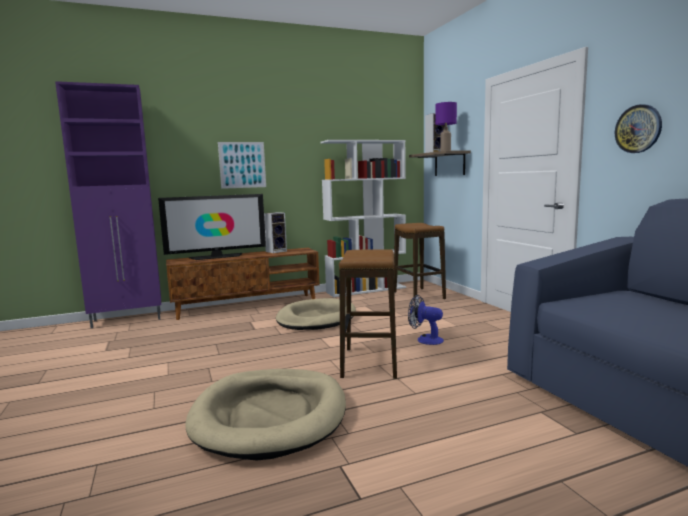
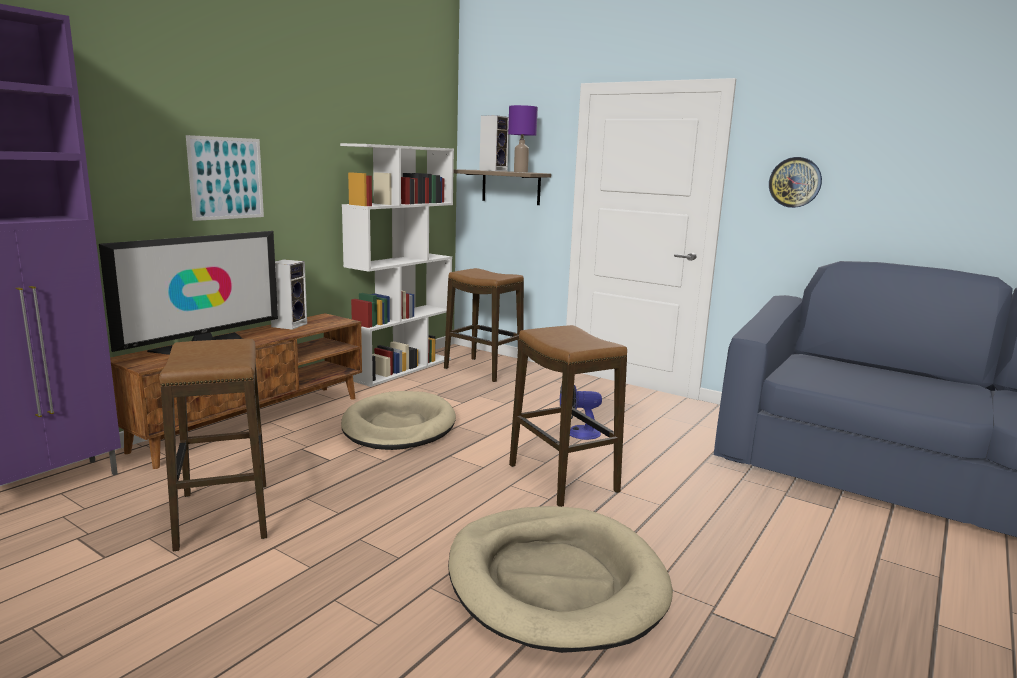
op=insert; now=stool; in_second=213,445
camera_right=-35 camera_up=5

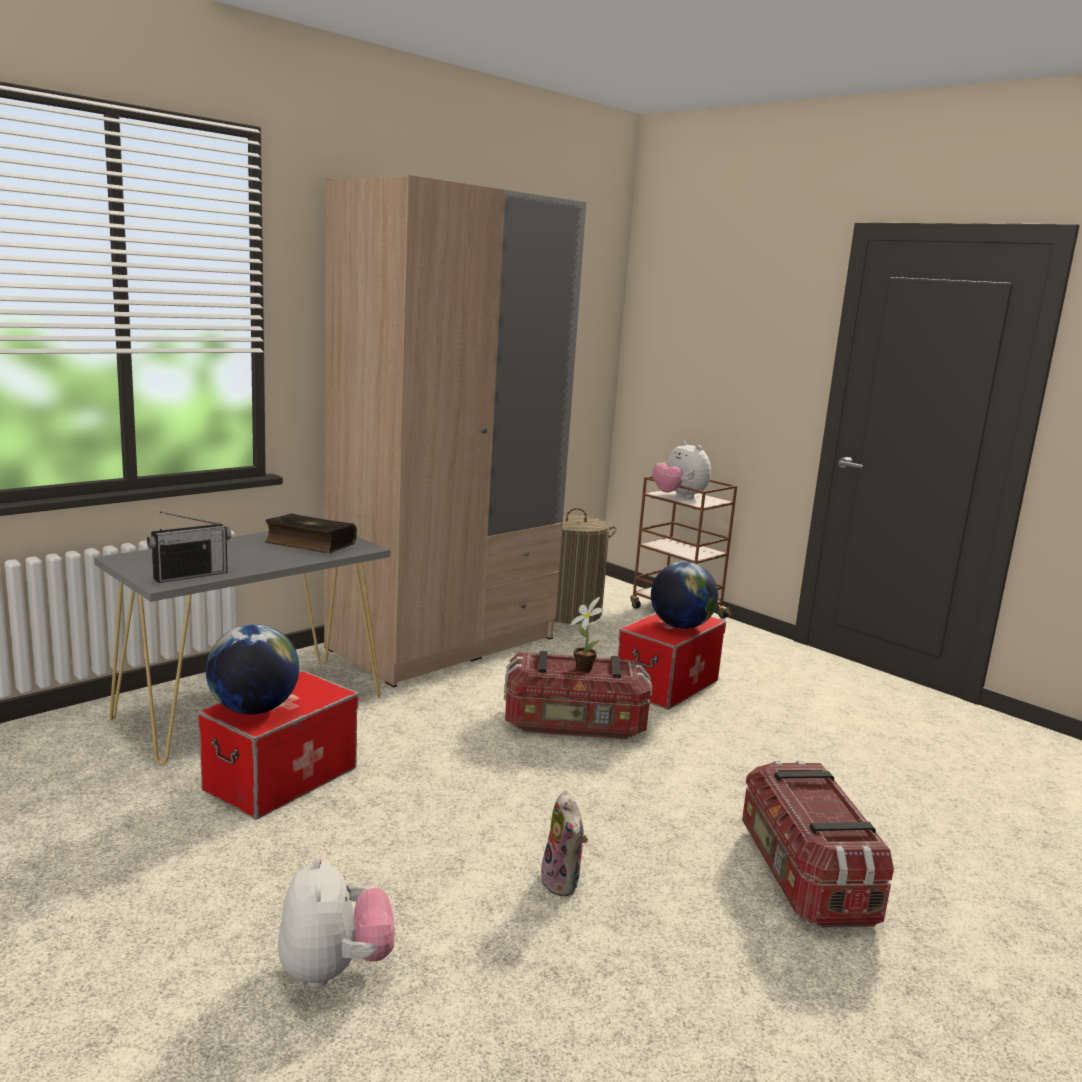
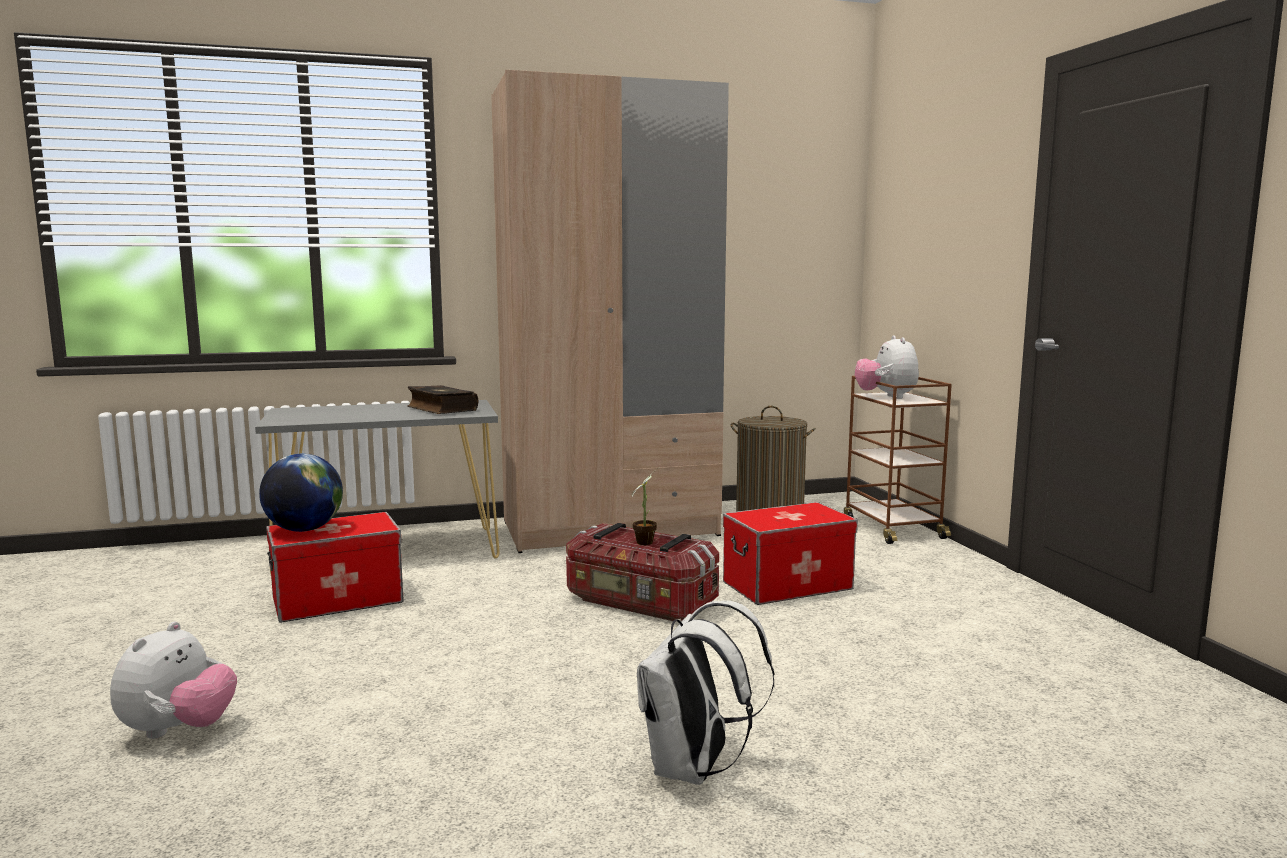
op=replace; was=storage box; now=backpack (white); in_first=818,844; in_second=705,692
op=delete; was=radio; in_first=189,547
op=delete; was=plush toy; in_first=564,843
op=delete; was=globe; in_first=684,595
camera_right=30 camera_up=-5

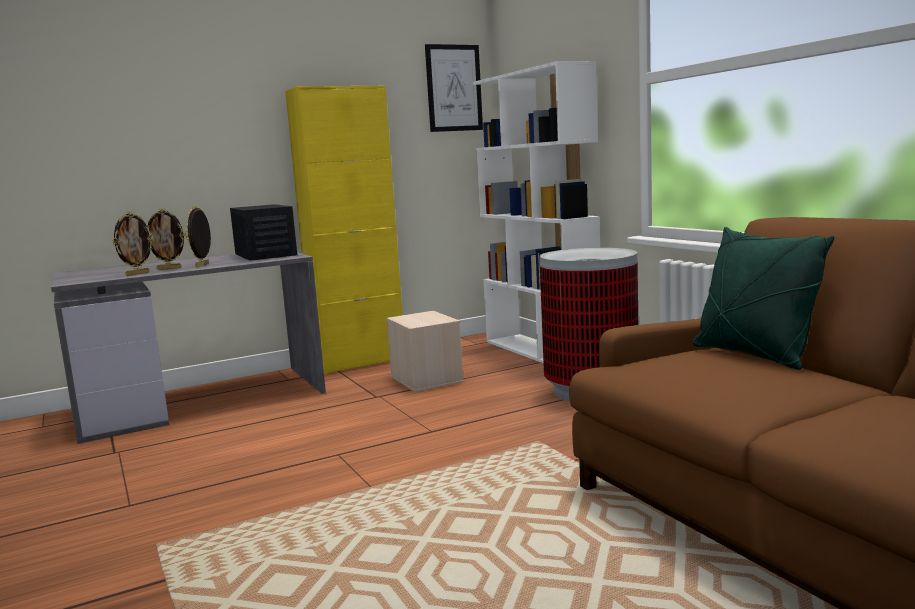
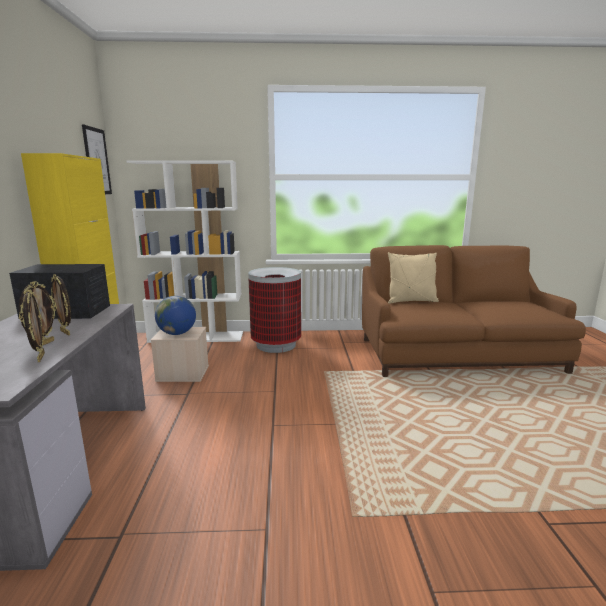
op=insert; now=globe; in_second=175,315
op=recolor; was=pillow (green); now=pillow (beige); in_first=764,298; in_second=413,278
camera_right=-65 camera_up=5

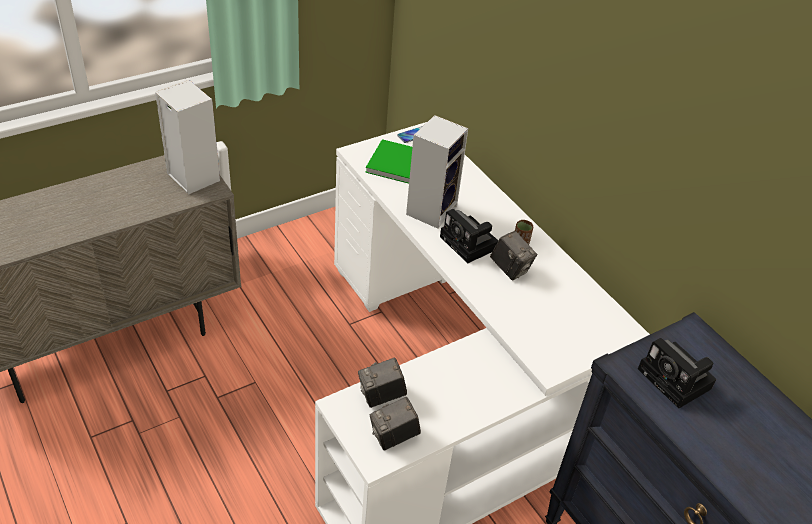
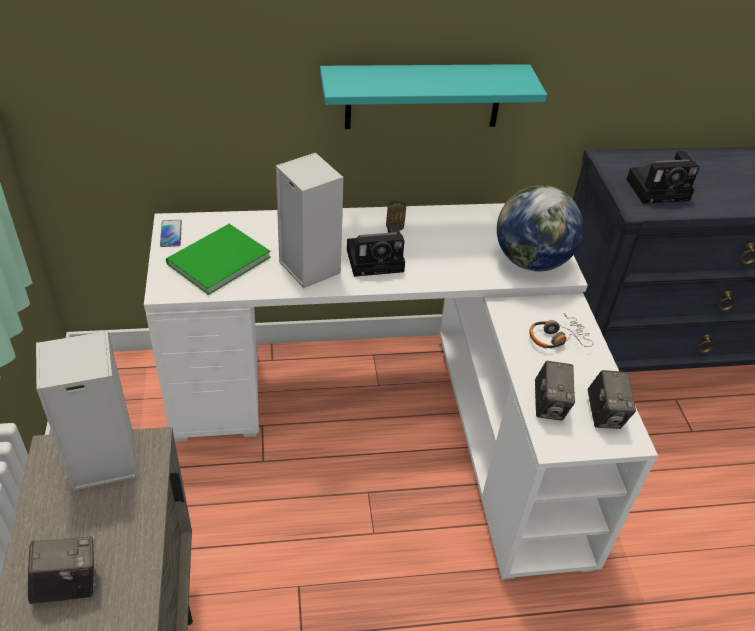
op=move; was=photo camera; in_first=513,255; in_second=62,570
op=insert; now=shelf (turquoise); in_second=433,96
op=insert; now=globe; in_second=540,228
op=insert; now=headphones; in_second=561,330
camera_right=-65 camera_up=0

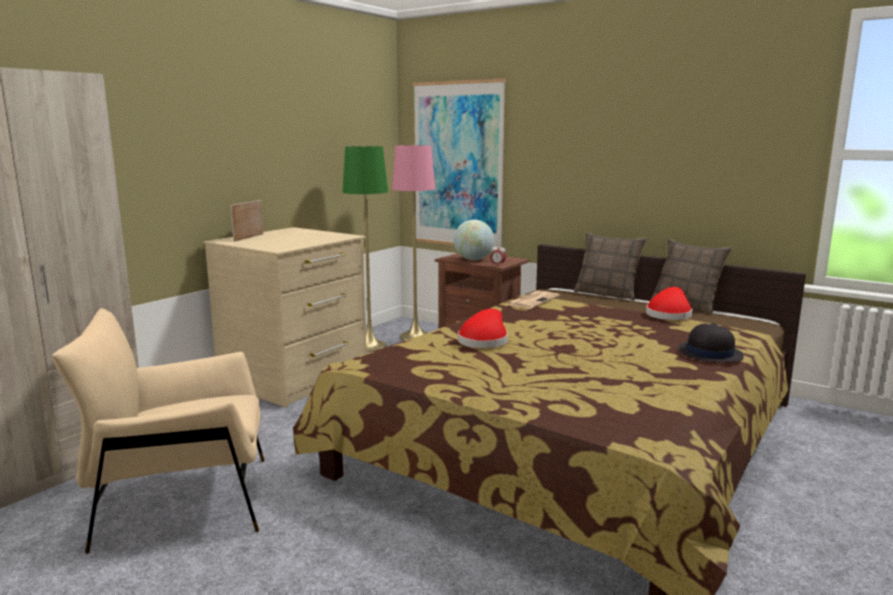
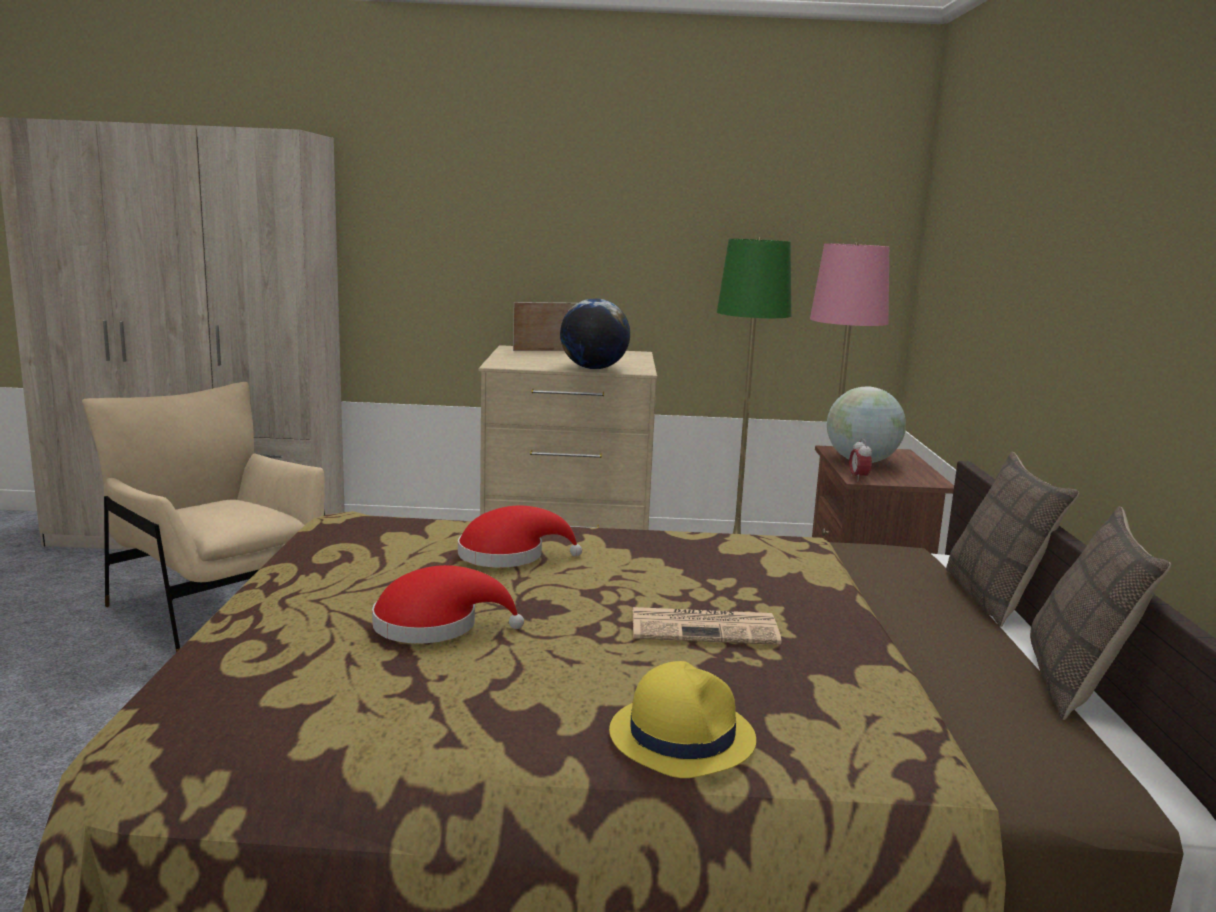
op=move; was=hat (red); in_first=669,303; in_second=448,604
op=insert; now=globe; in_second=595,333
op=recolor; was=hat (black); now=hat (yellow); in_first=711,342; in_second=682,719
op=move; was=newspaper; in_first=532,300; in_second=707,626
op=delete; was=picture; in_first=459,164
camera_right=55 camera_up=0

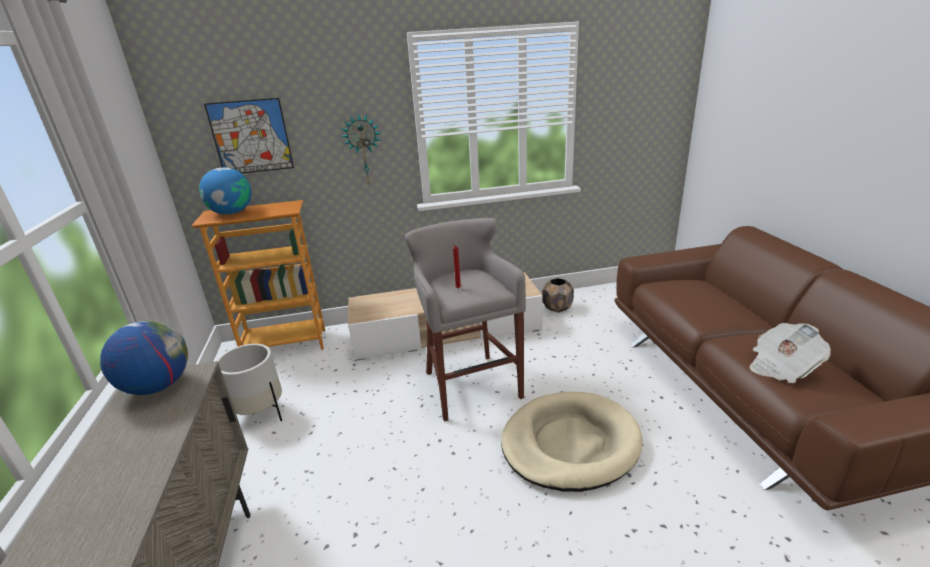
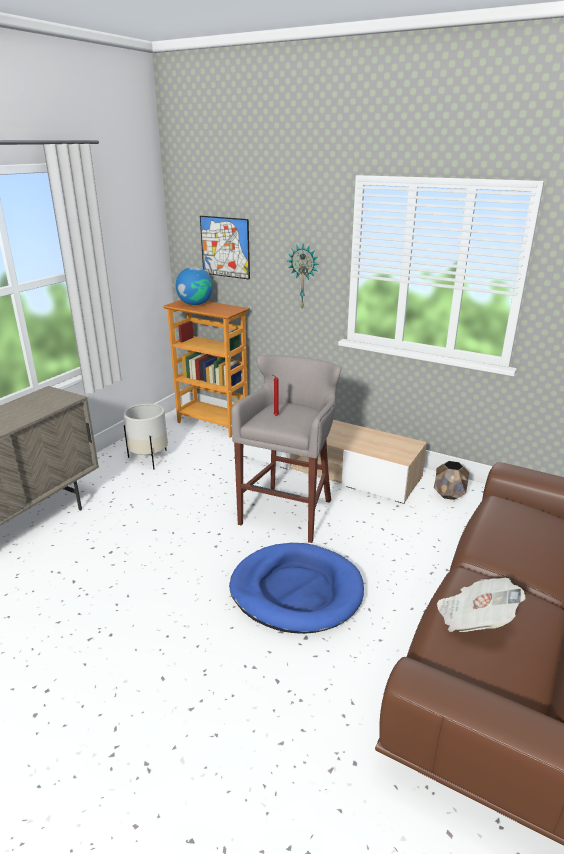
op=recolor; was=dog bed (beige); now=dog bed (blue); in_first=572,442; in_second=296,588
op=delete; was=globe; in_first=144,357
camera_right=40 camera_up=0

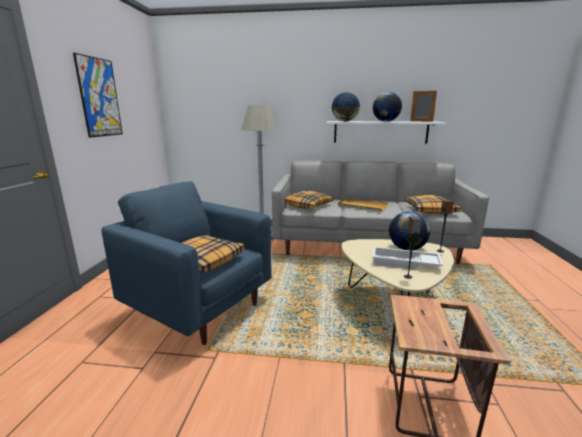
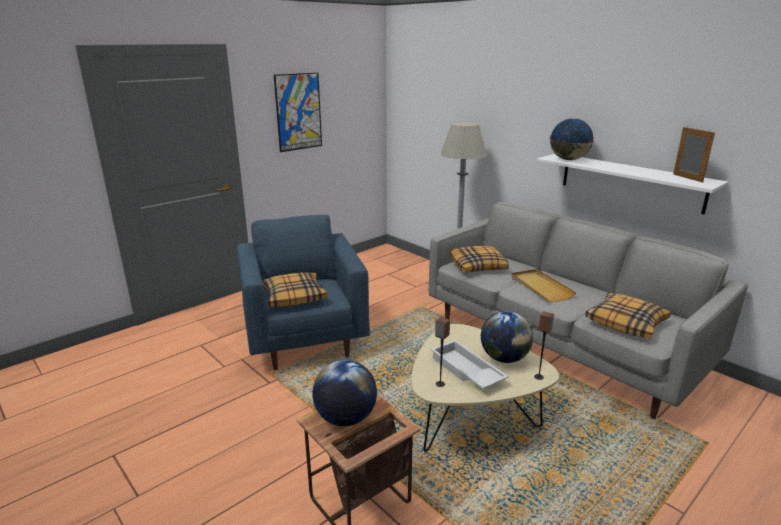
op=move; was=globe; in_first=387,107; in_second=344,393
camera_right=40 camera_up=5

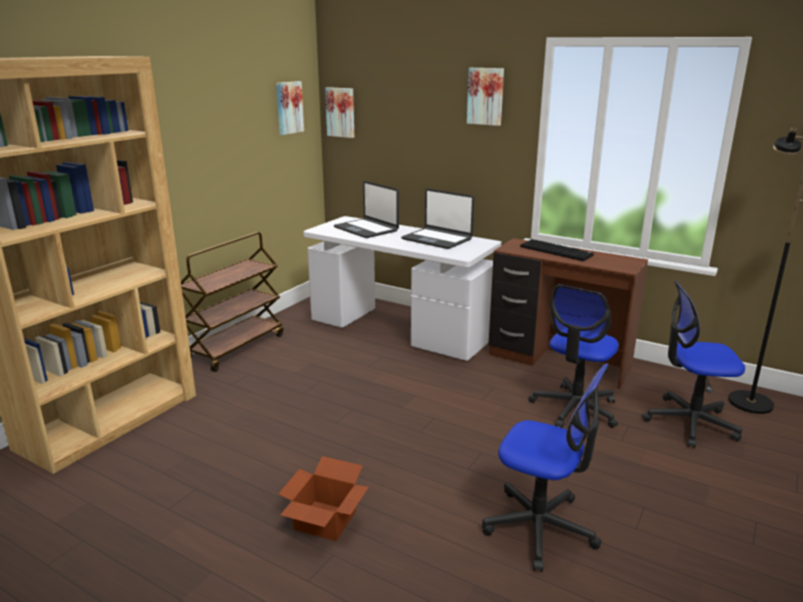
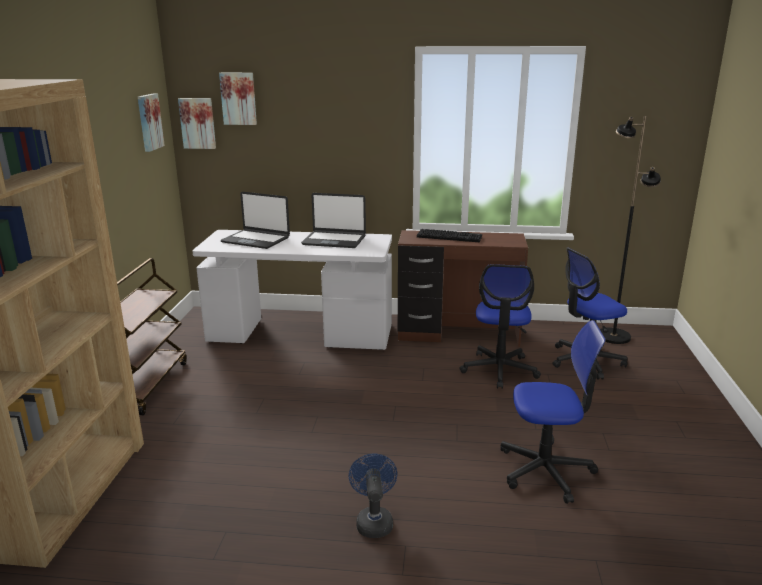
op=move; was=picture; in_first=485,97; in_second=238,99
op=replace; was=cardboard box; now=fan (blue); in_first=324,498; in_second=373,495
camera_right=-25 camera_up=0

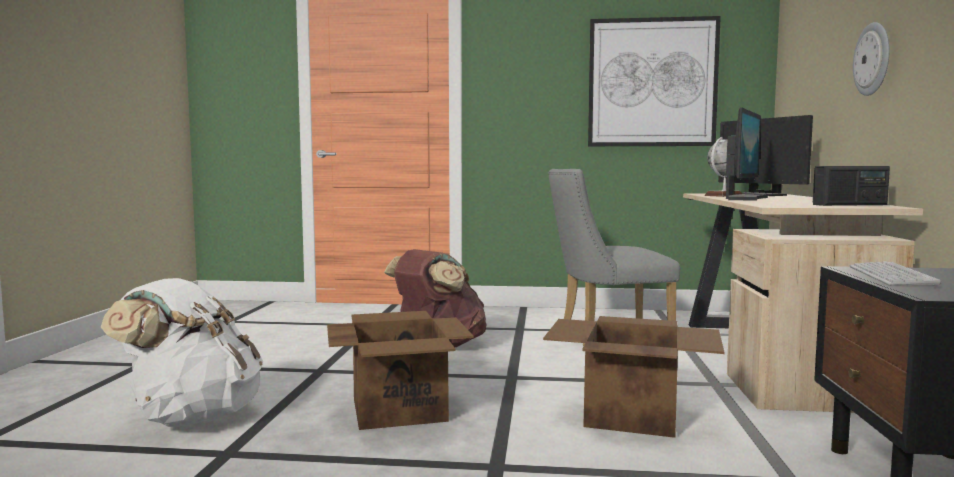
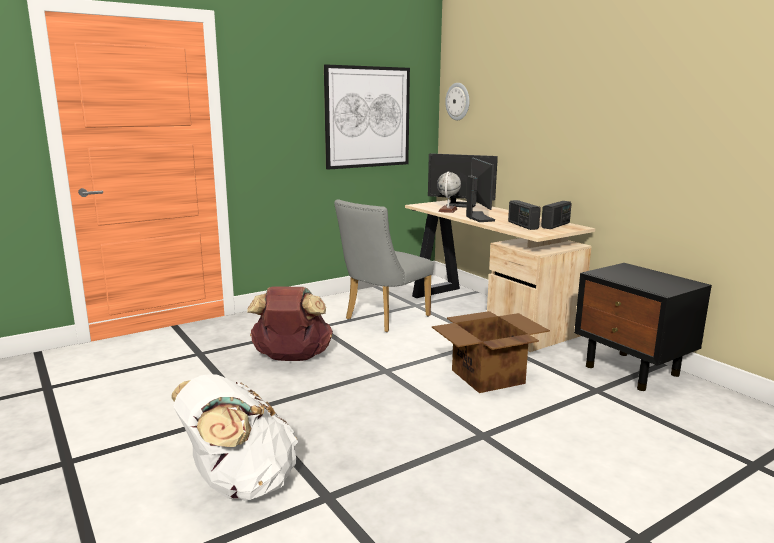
op=move; was=wall clock; in_first=871,59; in_second=457,101
op=insert; now=radio; in_second=524,215
op=delete; was=cardboard box; in_first=400,370
op=delete; was=keyboard; in_first=895,273
camera_right=-40 camera_up=10

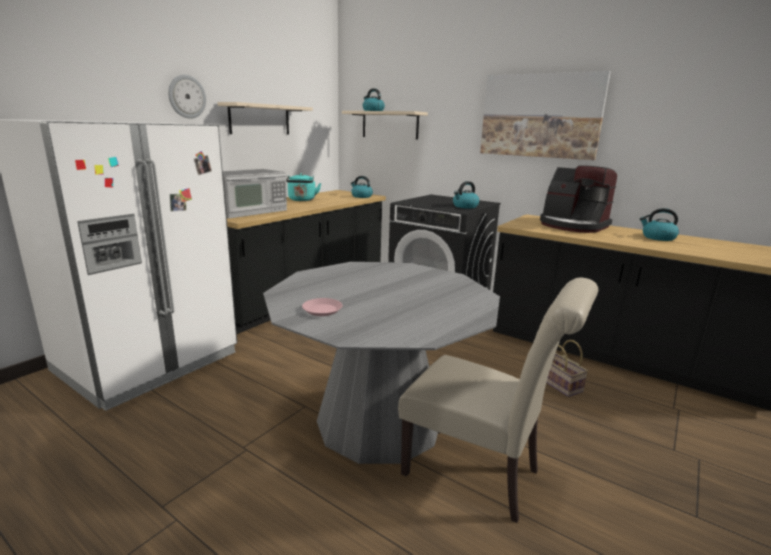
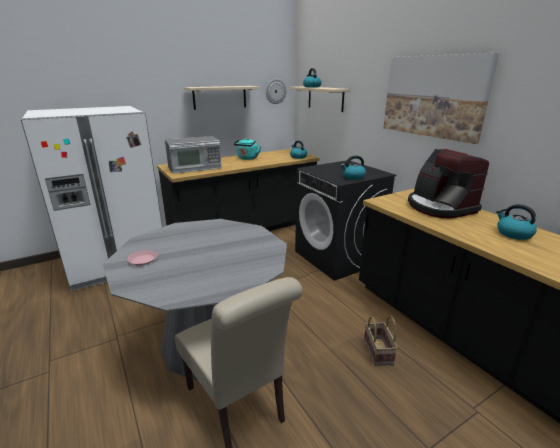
op=move; was=wall clock; in_first=187,97; in_second=276,91
camera_right=25 camera_up=5

